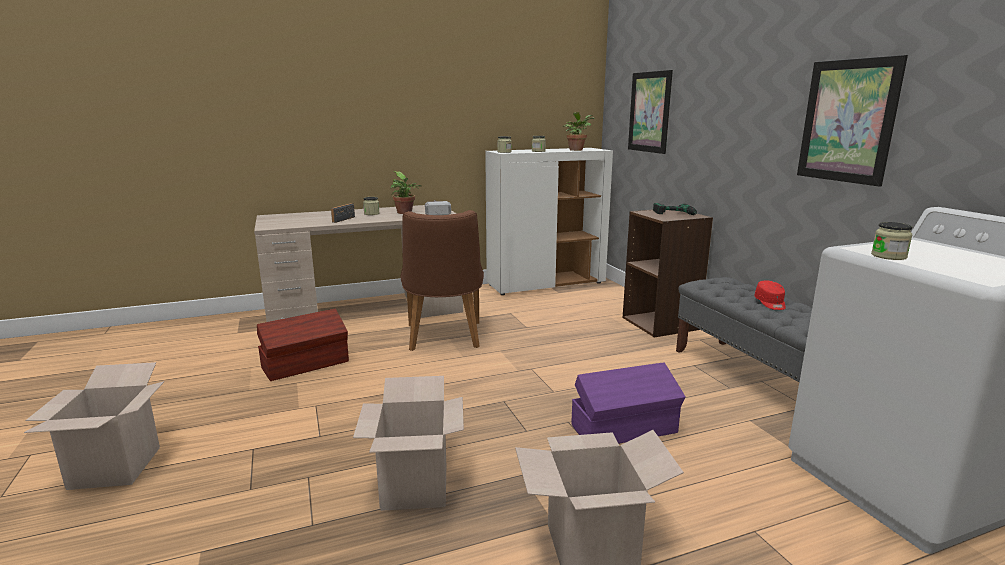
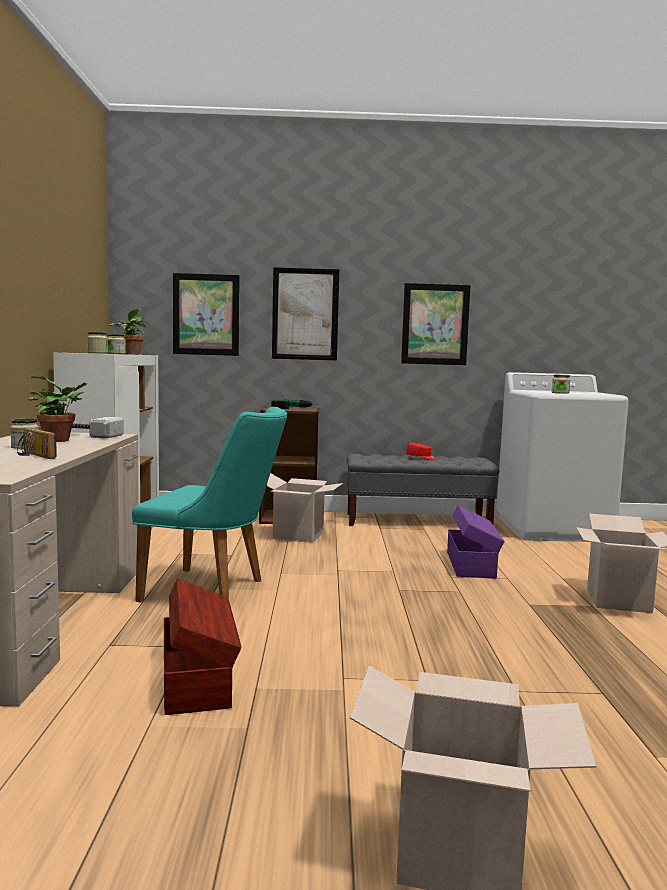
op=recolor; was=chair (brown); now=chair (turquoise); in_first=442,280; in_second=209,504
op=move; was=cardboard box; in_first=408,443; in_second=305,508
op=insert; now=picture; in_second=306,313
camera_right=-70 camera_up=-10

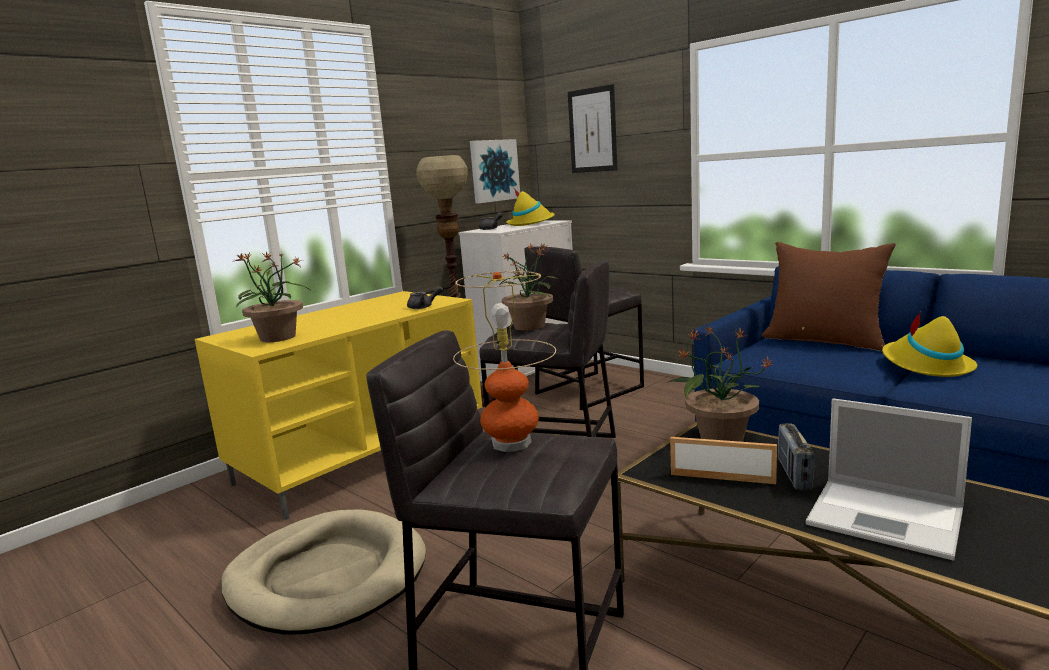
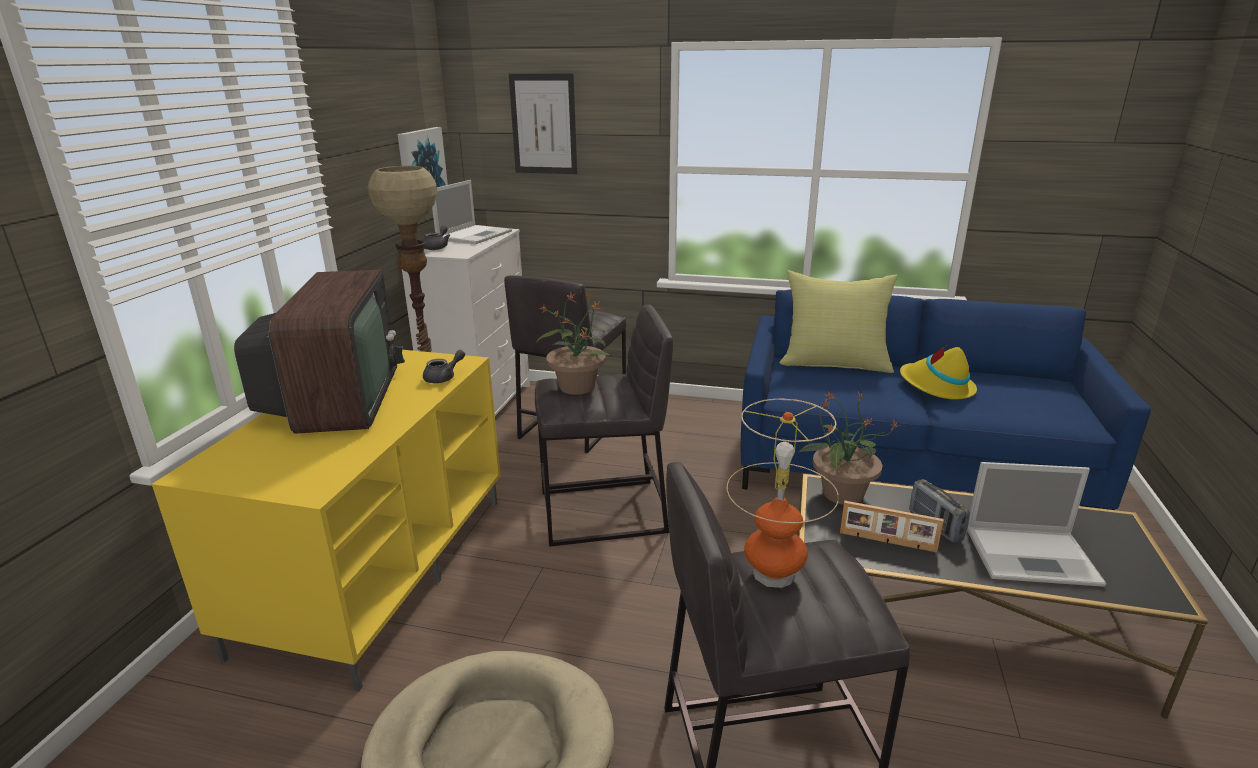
op=insert; now=television; in_second=319,351
op=replace; was=hat (yellow); now=laptop; in_first=530,206; in_second=472,212
op=recolor; was=pillow (brown); now=pillow (yellow); in_first=829,296; in_second=839,321
op=rotate; was=picture frame; in_first=723,460; in_second=892,526; clockwise=-150
op=delete; was=potted plant; in_first=272,297
camera_right=-30 camera_up=10

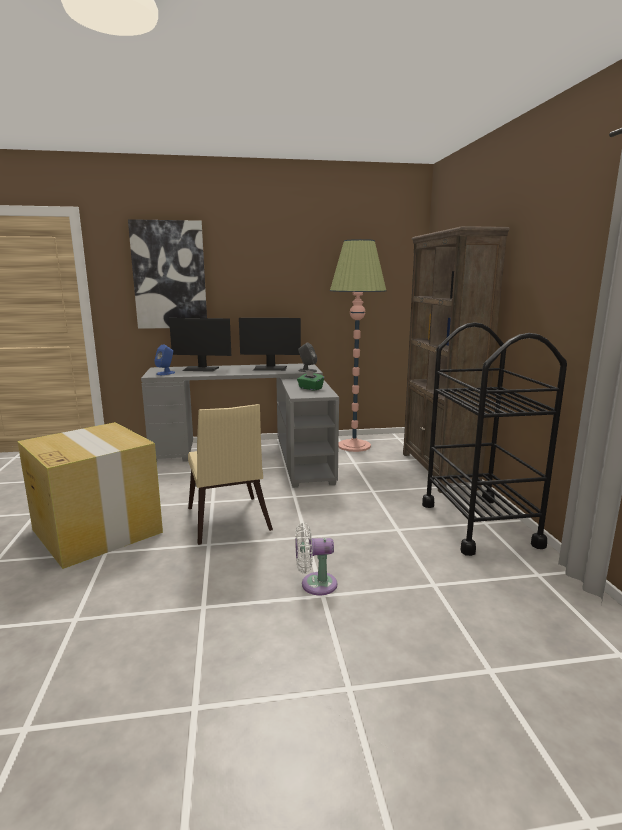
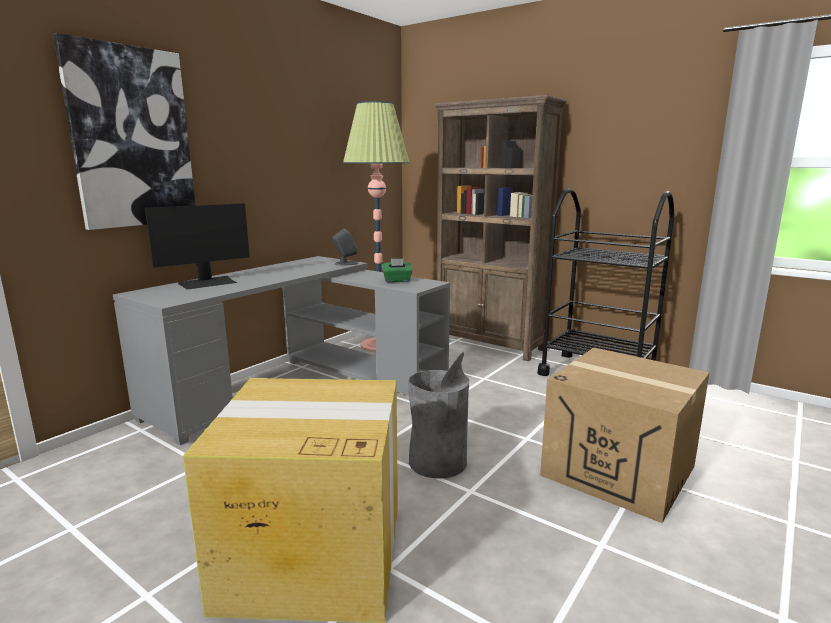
op=replace; was=chair (beige); now=trash can (grey); in_first=230,474; in_second=438,415
op=replace; was=fan (white); now=cardboard box; in_first=316,559; in_second=625,435
op=delete; was=speaker (blue); in_first=164,359
op=delete; was=monitor; in_first=270,344
camera_right=-45 camera_up=0

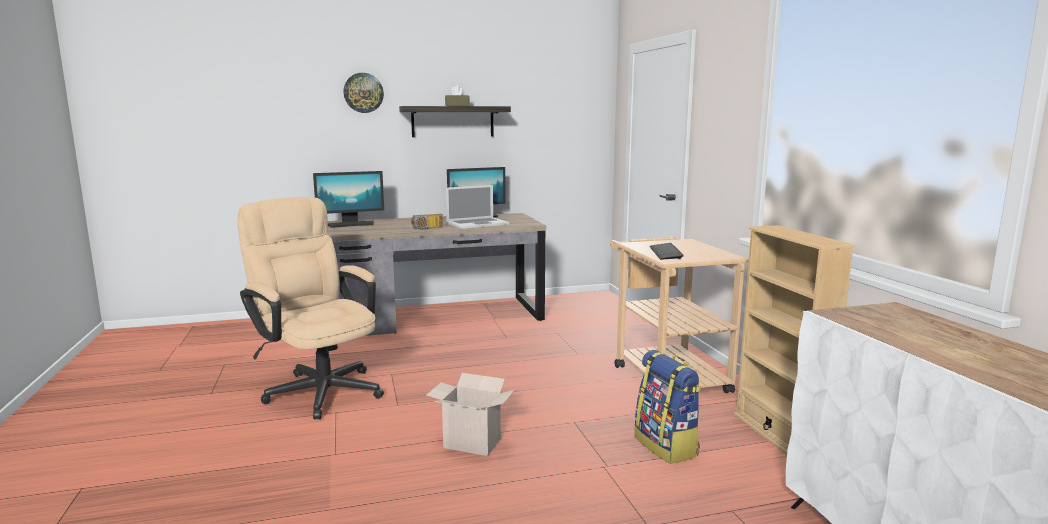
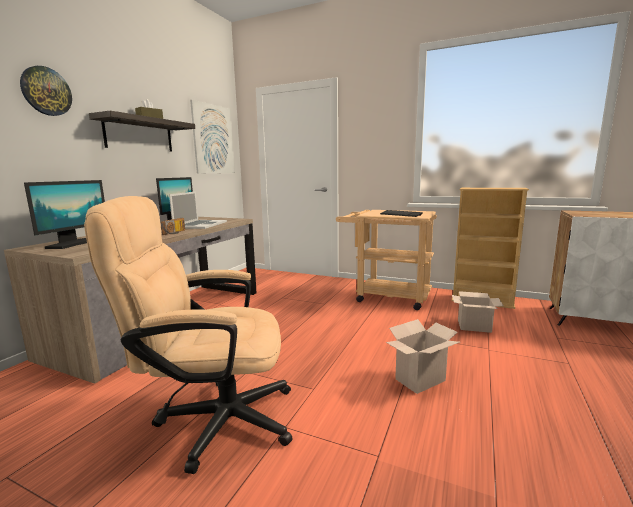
op=insert; now=picture; in_second=212,137
op=replace; was=backpack; now=cardboard box; in_first=667,407; in_second=478,312
camera_right=-50 camera_up=0

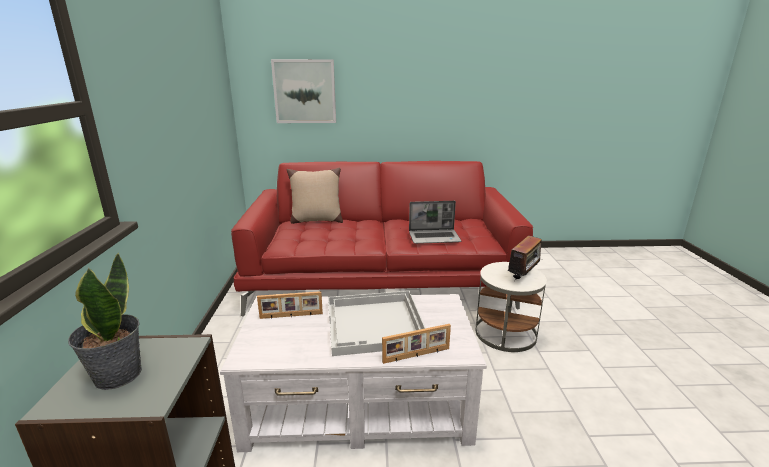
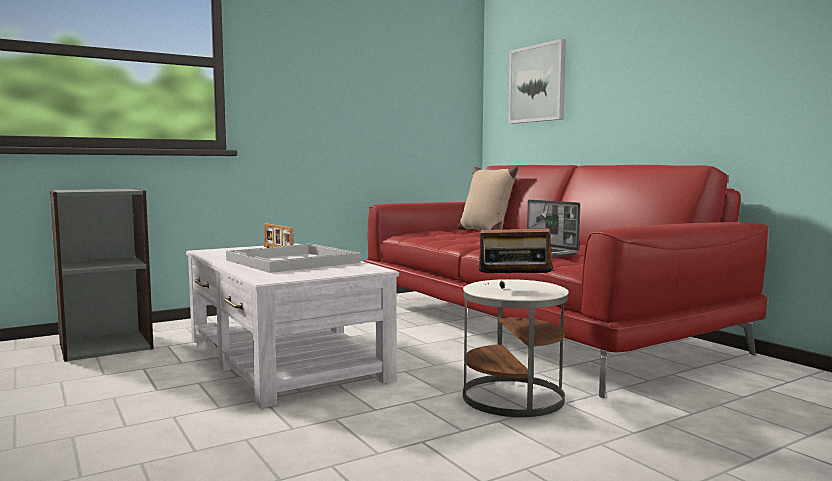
op=delete; was=potted plant; in_first=105,321
op=delete; was=picture frame; in_first=416,344
camera_right=60 camera_up=-15

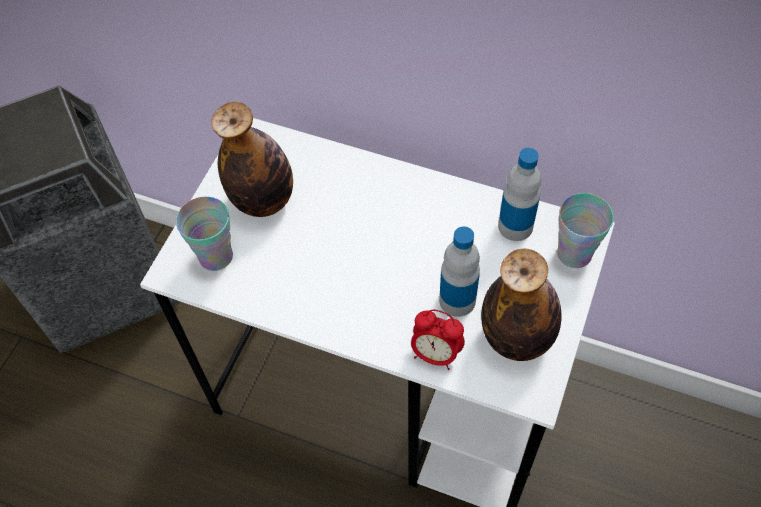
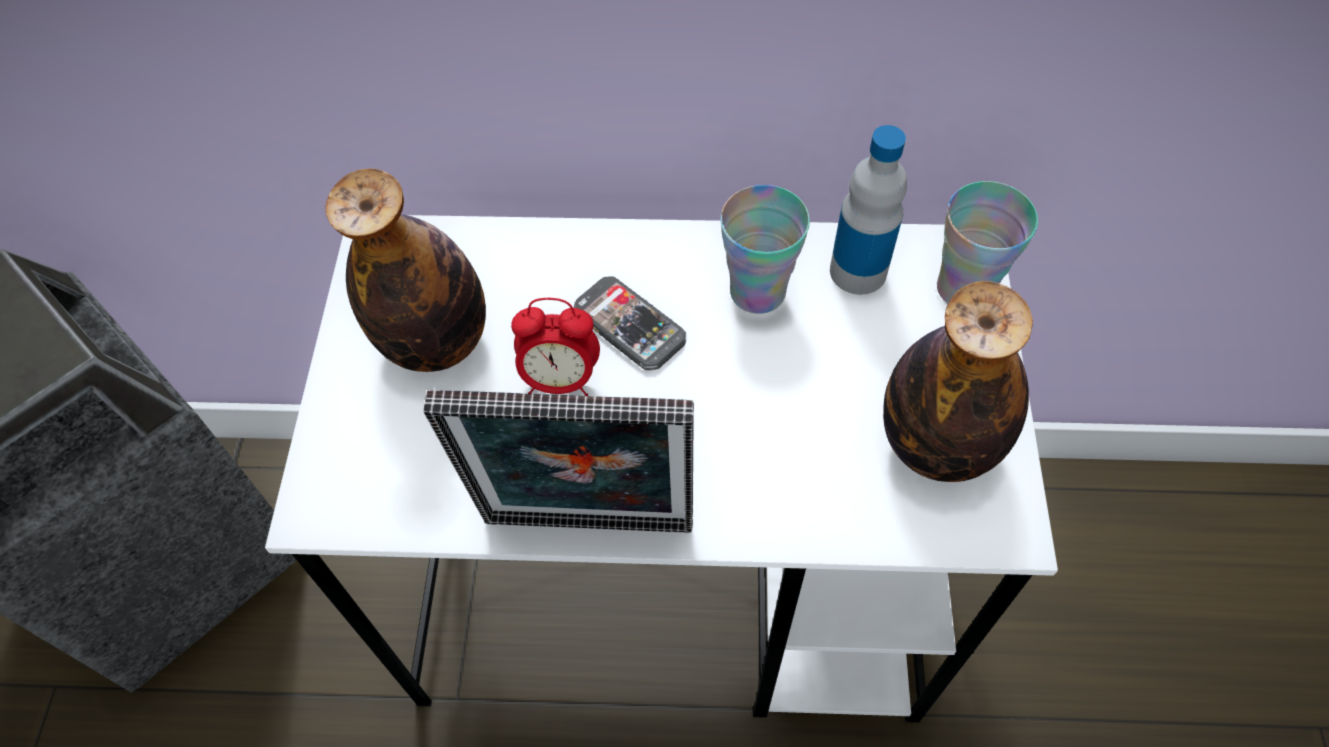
op=insert; now=picture frame; in_second=559,461
op=move; was=alarm clock; in_first=438,340; in_second=555,347
op=insert; now=phone; in_second=630,323
op=move; was=cup; in_first=204,234; in_second=765,249
op=delete; was=bottle; in_first=459,271
camera_right=-20 camera_up=0

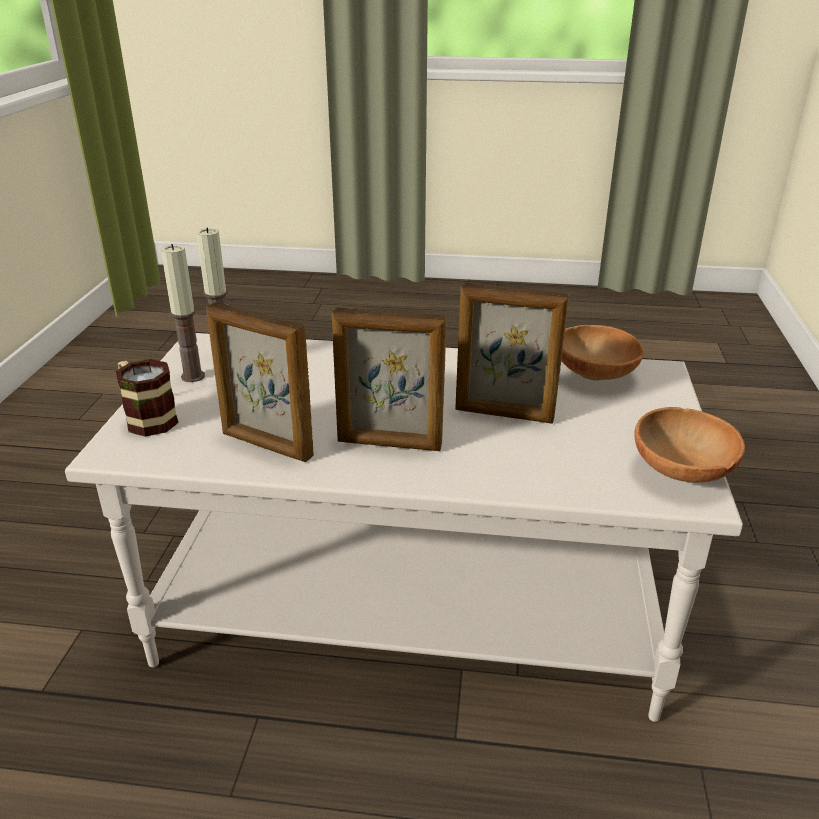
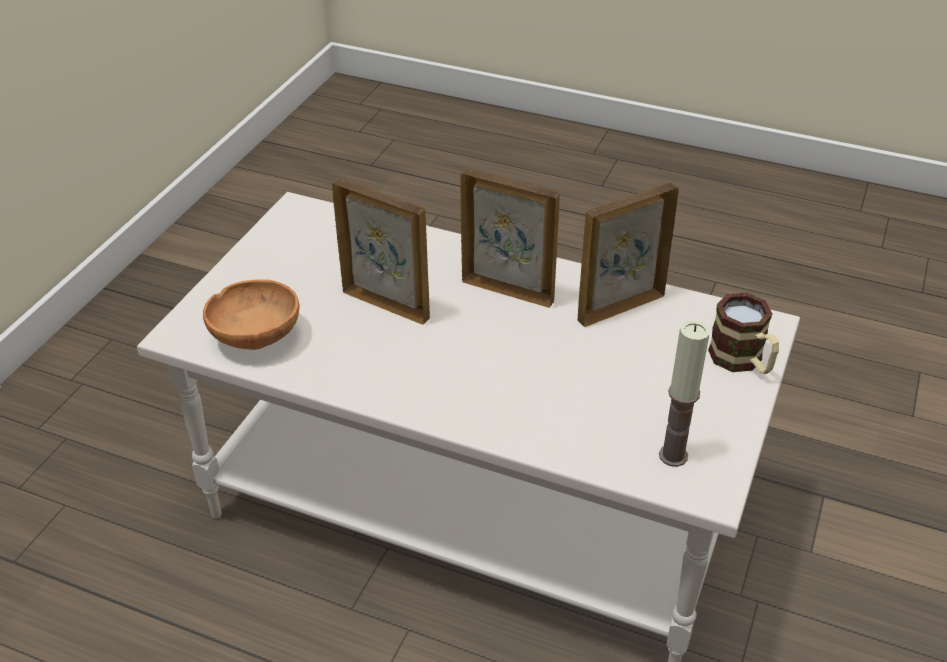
op=rotate; was=picture frame; in_first=260,382; in_second=628,254; clockwise=-75
op=delete; was=candle; in_first=183,313
op=delete; was=bowl (brown); in_first=689,445
camera_right=-165 camera_up=10

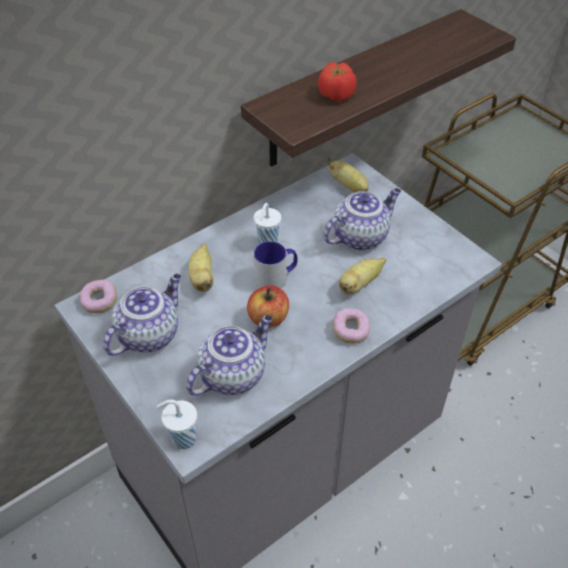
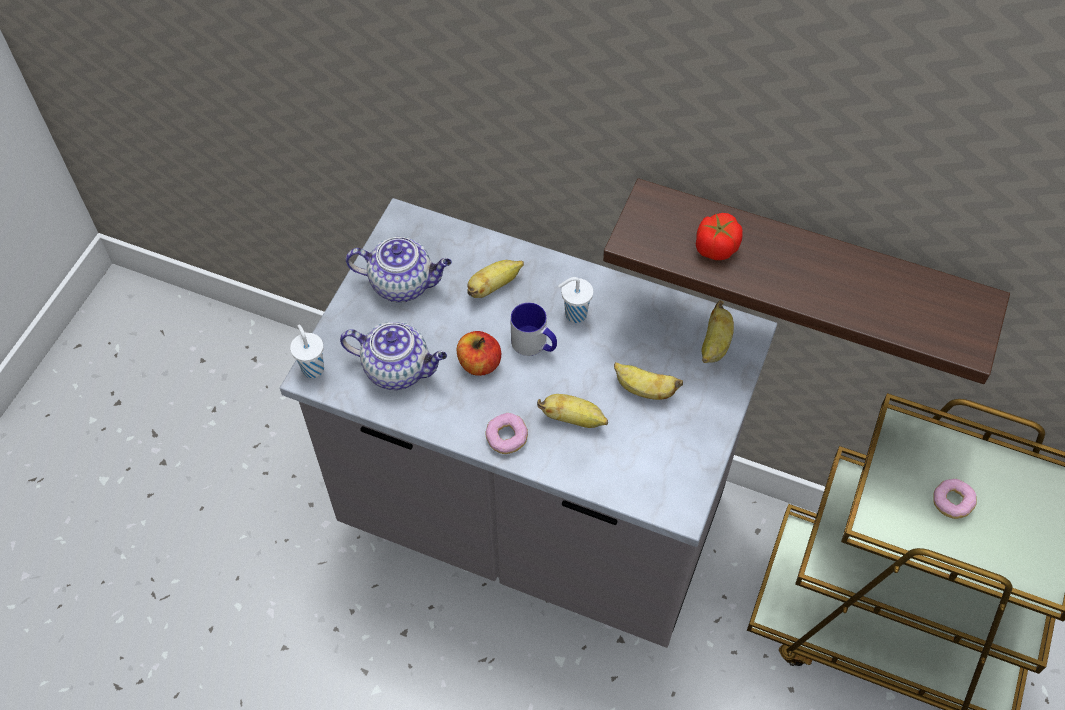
op=replace; was=teapot; now=banana; in_first=362,219; in_second=648,381
op=move; was=donut; in_first=98,296; in_second=955,499
camera_right=60 camera_up=10

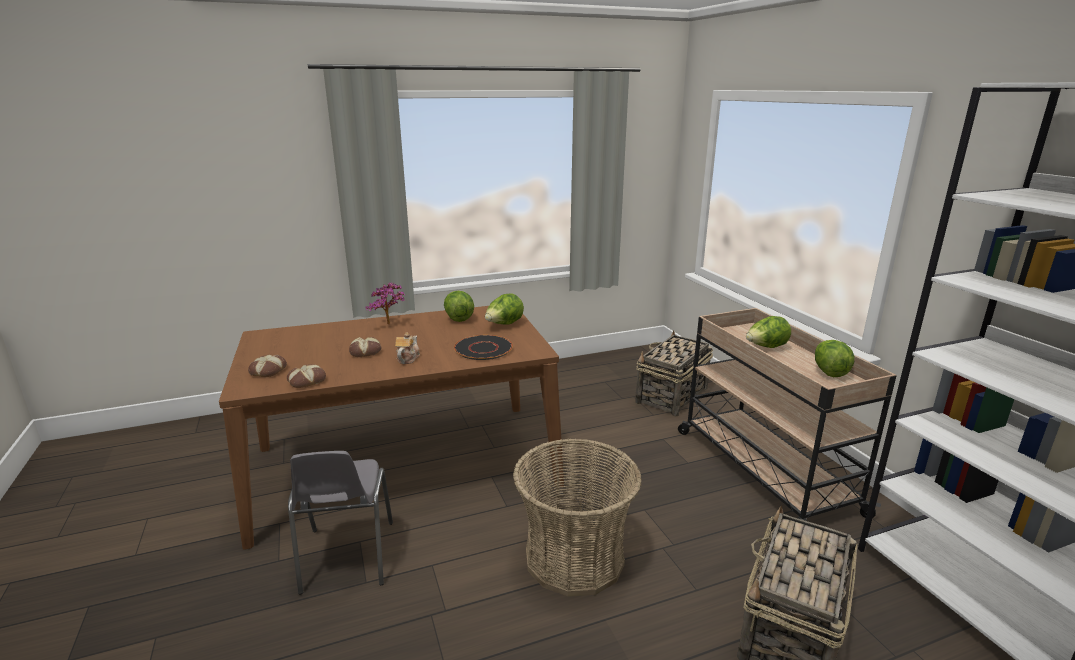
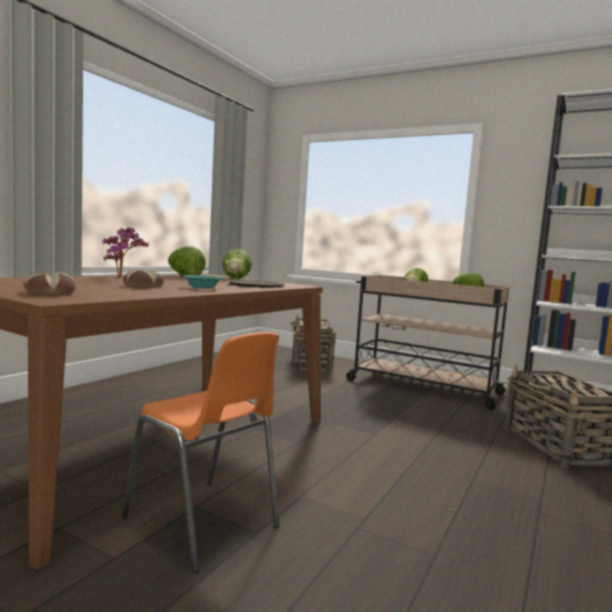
op=recolor; was=chair (grey); now=chair (orange); in_first=340,523; in_second=200,452
op=replace; was=teapot; now=bowl (turquoise); in_first=407,348; in_second=202,282
op=delete; was=bread; in_first=306,376
op=delete; was=basket; in_first=577,517
camera_right=-40 camera_up=-15

